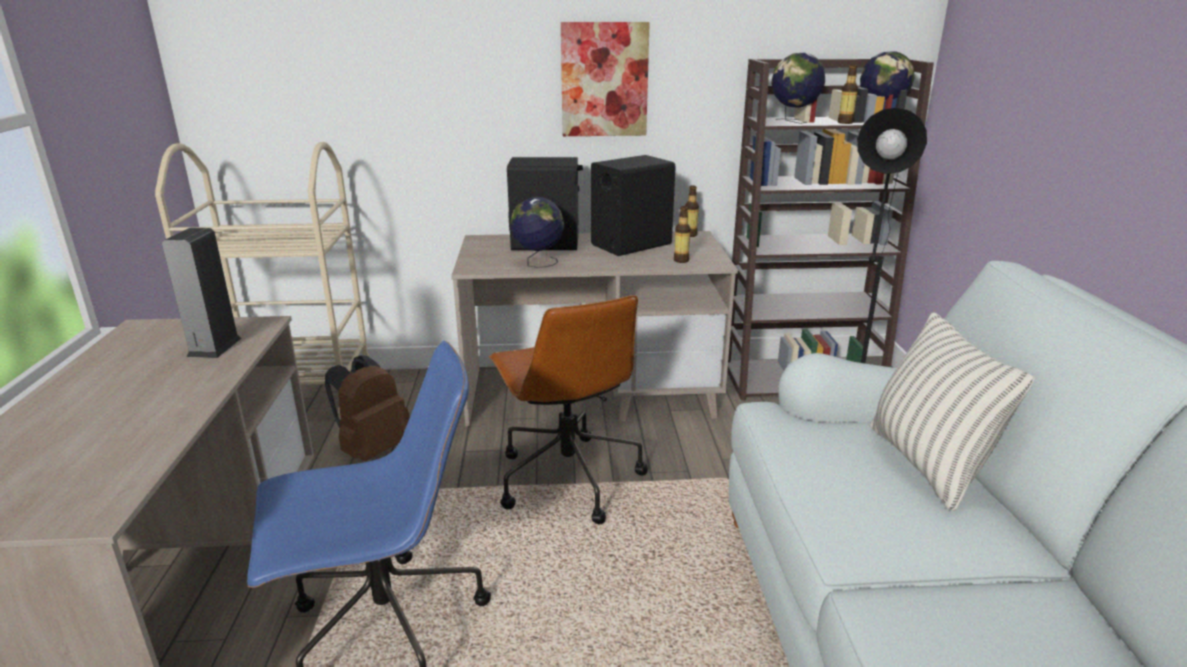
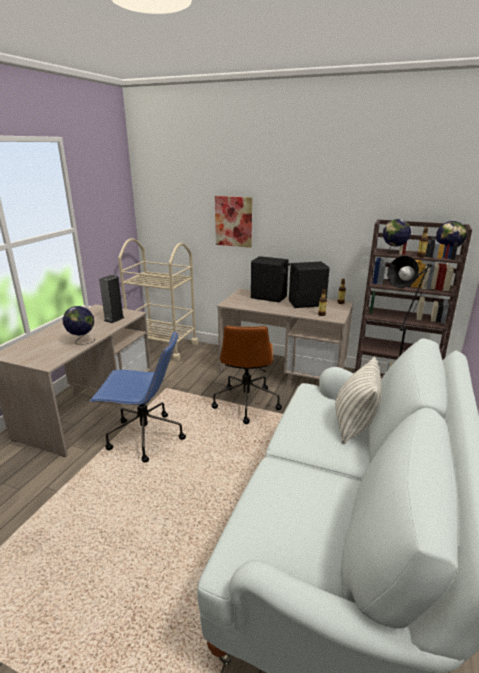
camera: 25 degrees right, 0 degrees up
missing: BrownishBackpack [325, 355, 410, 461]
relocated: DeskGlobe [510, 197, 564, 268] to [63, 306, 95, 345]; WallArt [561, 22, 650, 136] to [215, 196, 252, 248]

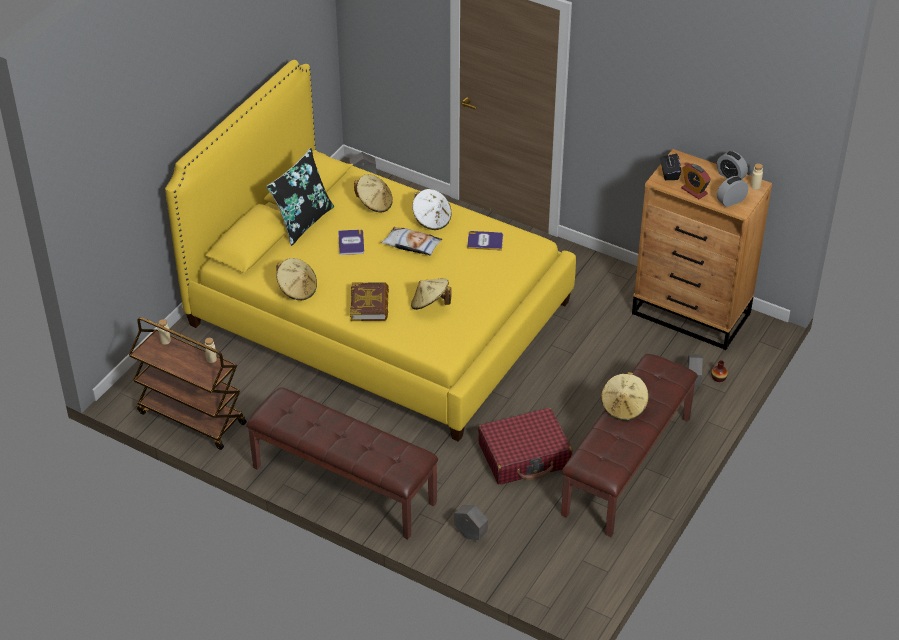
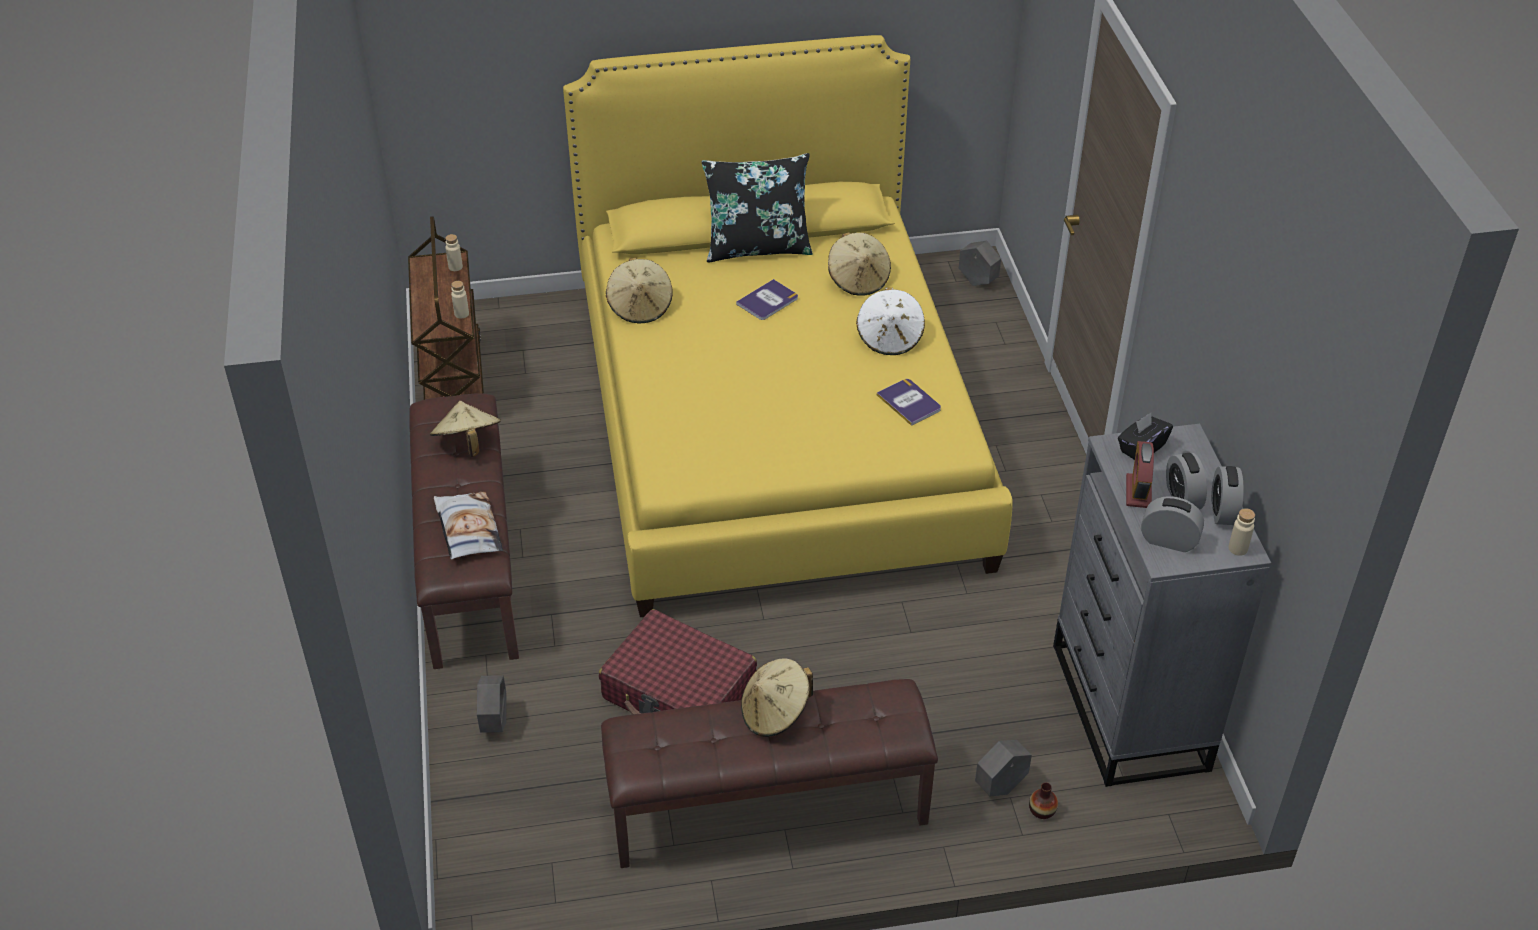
camera: 50 degrees right, 0 degrees up
missing: Volume [350, 282, 389, 321]
appeared: AlarmClock [1166, 453, 1207, 510]
relocated: Cushion [381, 227, 442, 256] to [434, 491, 503, 559]; SandColouredHat [411, 278, 452, 310] to [430, 401, 501, 457]
colour: BrownishDresser [632, 149, 772, 350] to GreyDresser [1053, 424, 1271, 787]

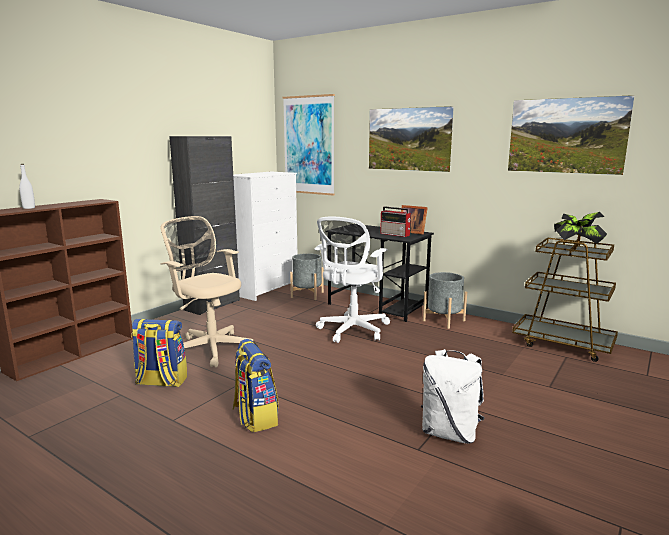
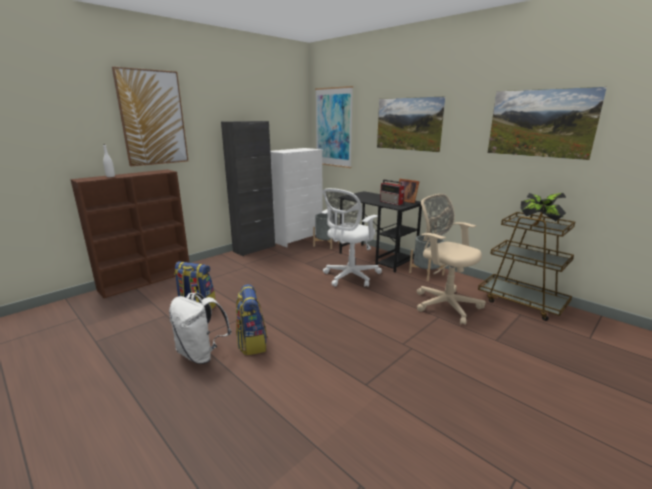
camera: 10 degrees right, 5 degrees up
appeared: WallArt [112, 67, 188, 166]
relocated: SandColouredDeskChair [160, 216, 253, 368] to [417, 194, 486, 325]; WhitishBackpack [421, 349, 485, 444] to [169, 292, 231, 364]

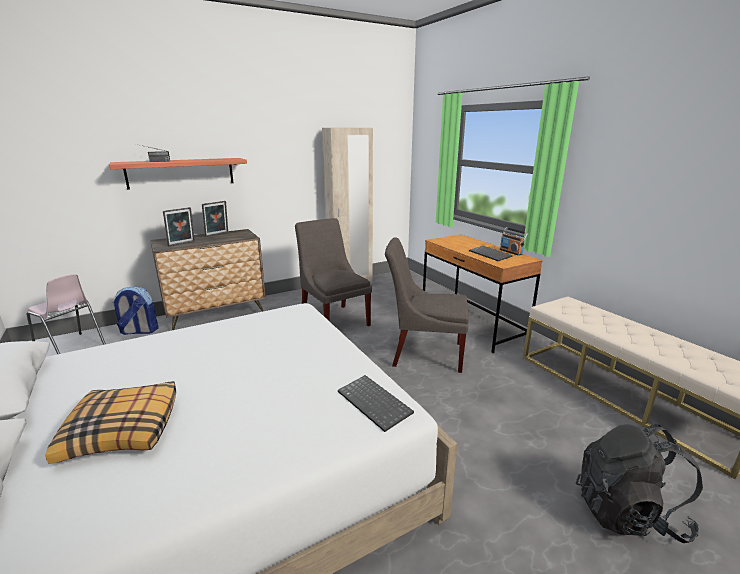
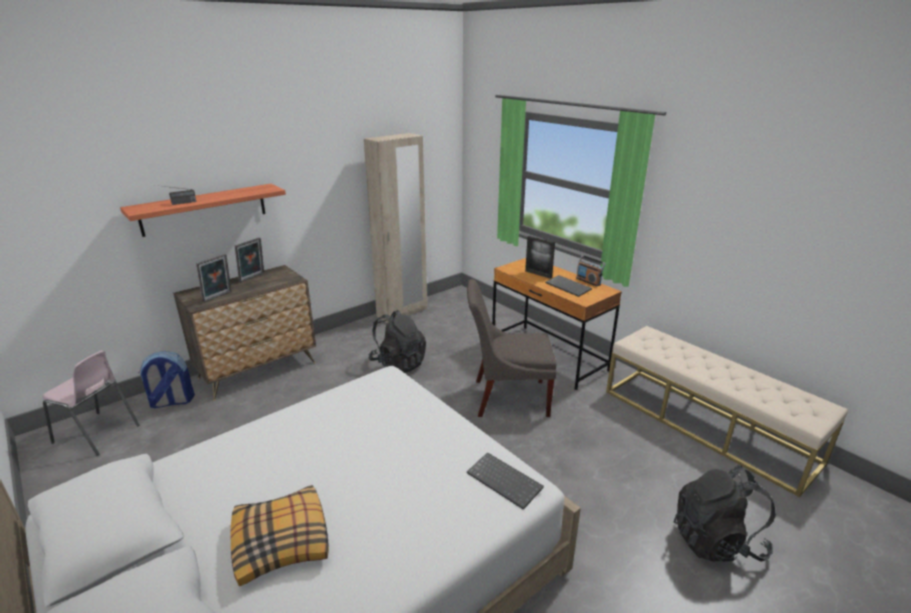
camera: 10 degrees left, 5 degrees up
appeared: PictureFrame [525, 236, 555, 279]
exchanged: GreyPlainChair [295, 218, 372, 326] to BlackColouredBackpack [369, 310, 426, 373]

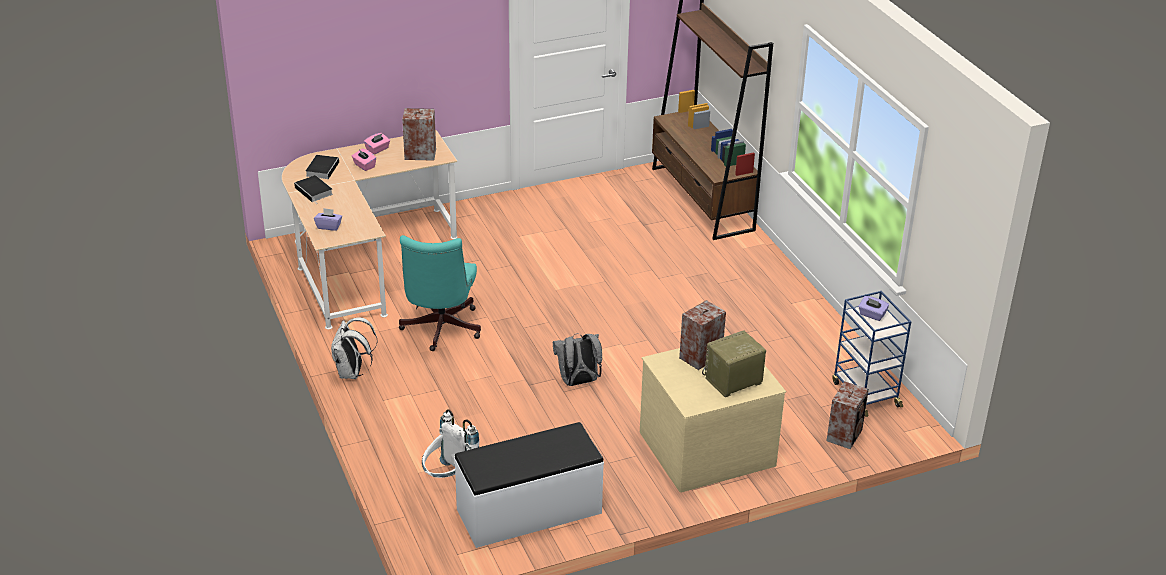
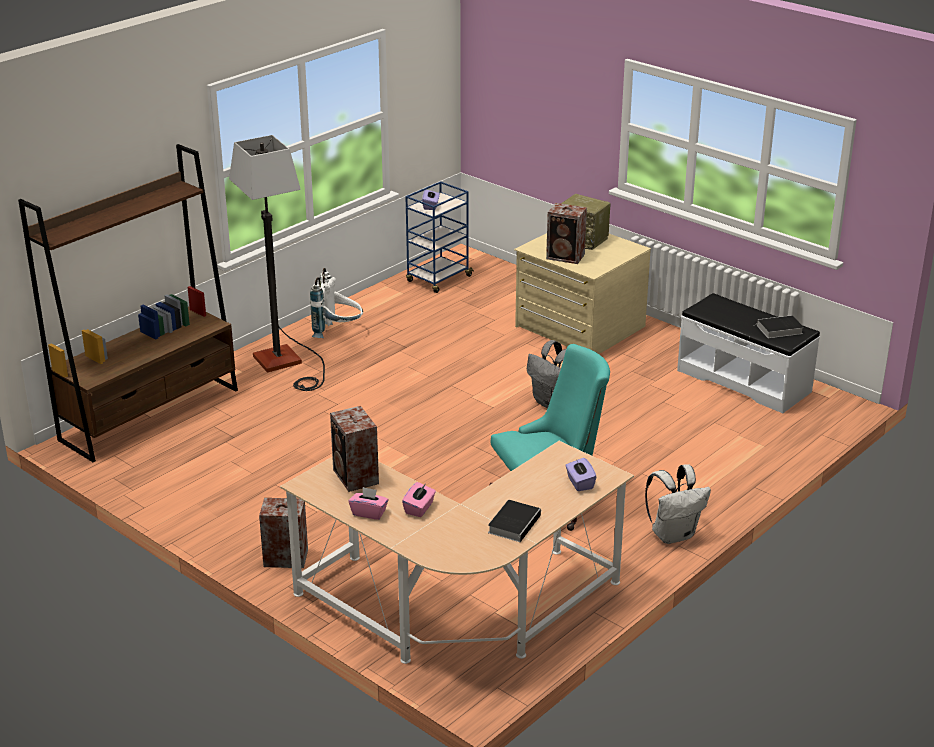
camera: 115 degrees left, 5 degrees down
appeared: StandingLamp [229, 135, 325, 391]
relocated: Volume [305, 155, 340, 179] to [755, 315, 804, 338]; WhitishBackpack [422, 409, 479, 478] to [310, 268, 363, 338]; Loudspeaker [826, 381, 869, 449] to [259, 498, 308, 568]

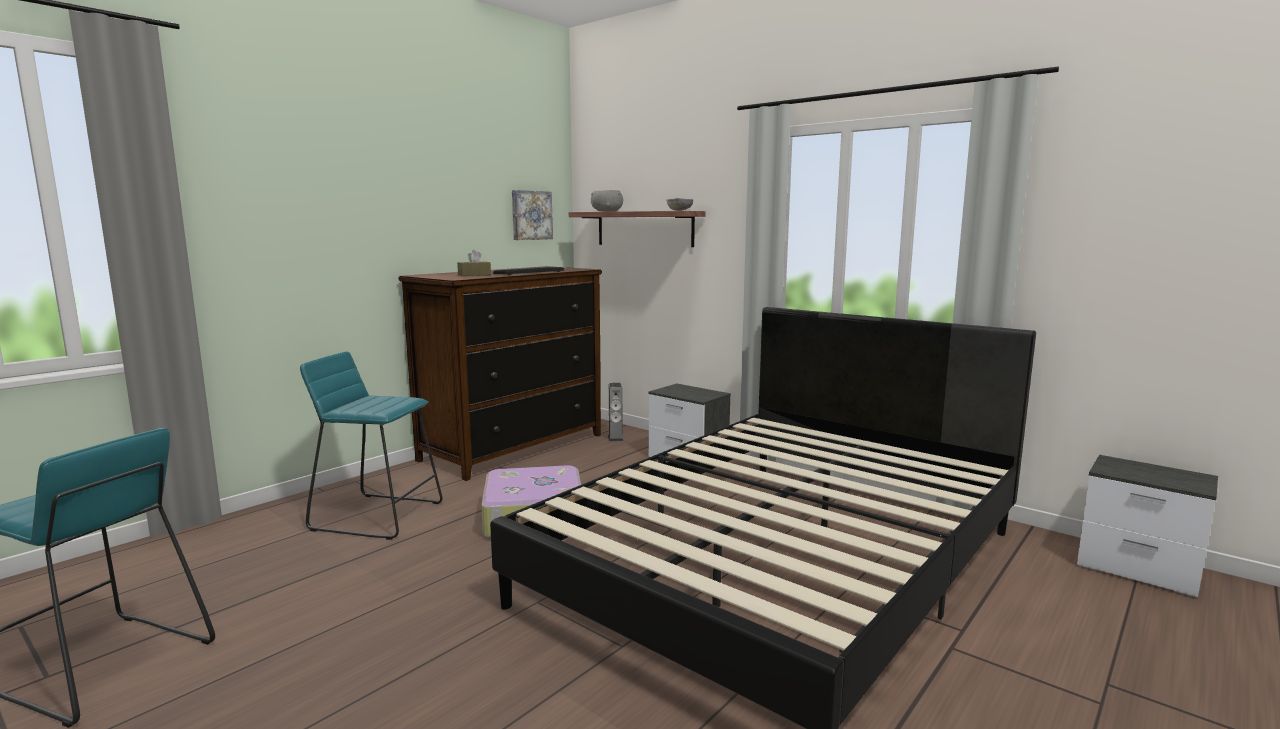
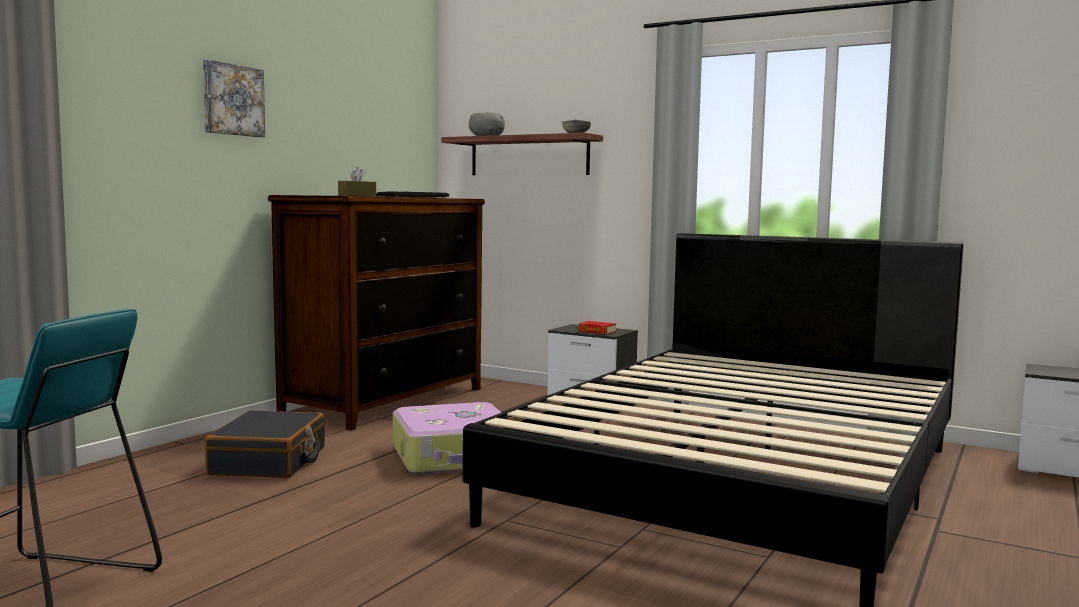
camera: 10 degrees left, 5 degrees down
missing: Loudspeaker [608, 383, 623, 441]
appeared: Volume [578, 321, 616, 334]
relocated: WallArt [512, 190, 553, 240] to [203, 60, 265, 137]
exchanged: BlueGreenStool [300, 351, 443, 540] to BlackColouredPieceOfLuggage [205, 410, 325, 478]

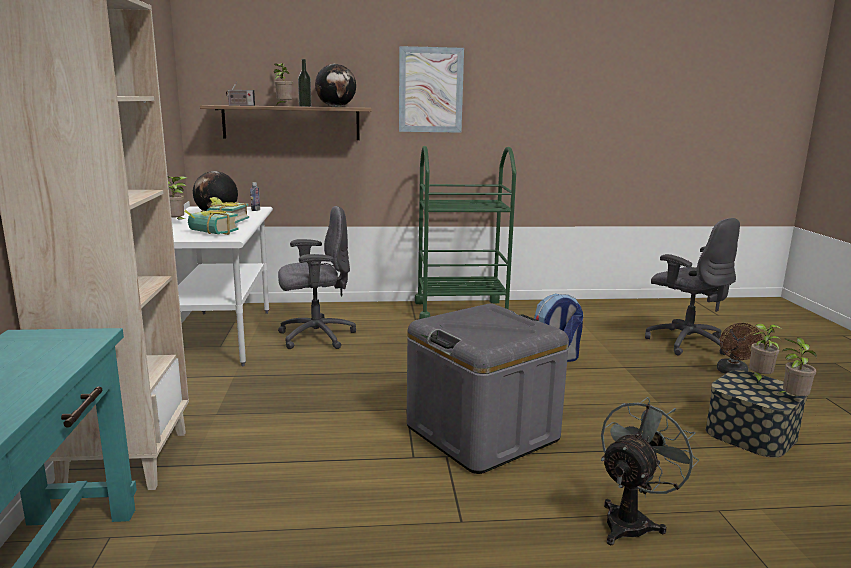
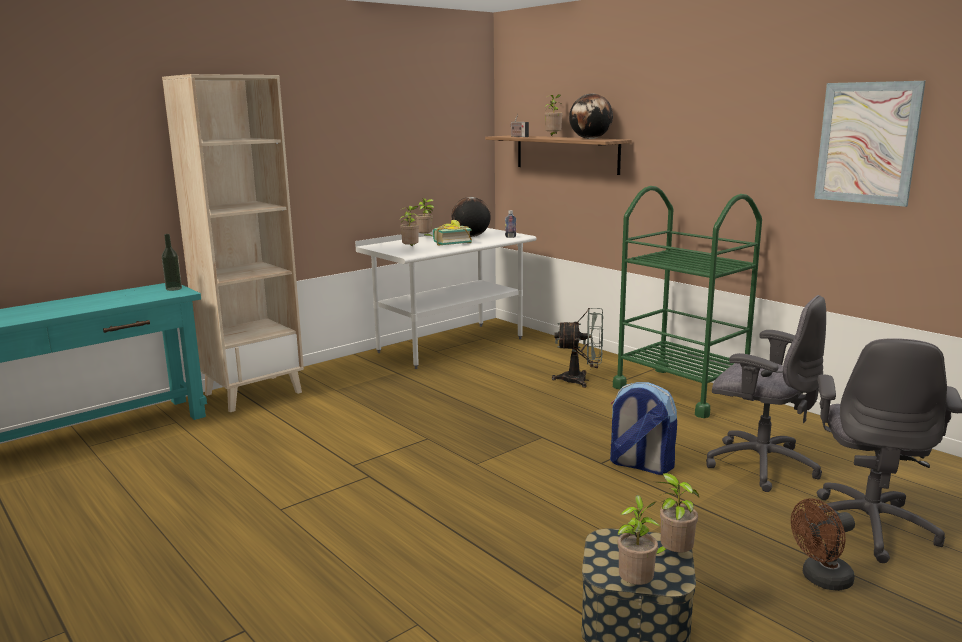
camera: 55 degrees right, 0 degrees up
missing: GreyStorageBin [407, 303, 569, 474]
relocated: GreyDeskChair [278, 206, 356, 349] to [706, 295, 826, 492]; DrinkBottle [298, 59, 311, 107] to [162, 234, 182, 291]; WallArt [399, 46, 464, 133] to [814, 81, 926, 207]; GreyFan [601, 397, 699, 545] to [552, 308, 603, 388]
exchanged: Volume [184, 209, 239, 235] to PlantInAPot [400, 206, 419, 247]

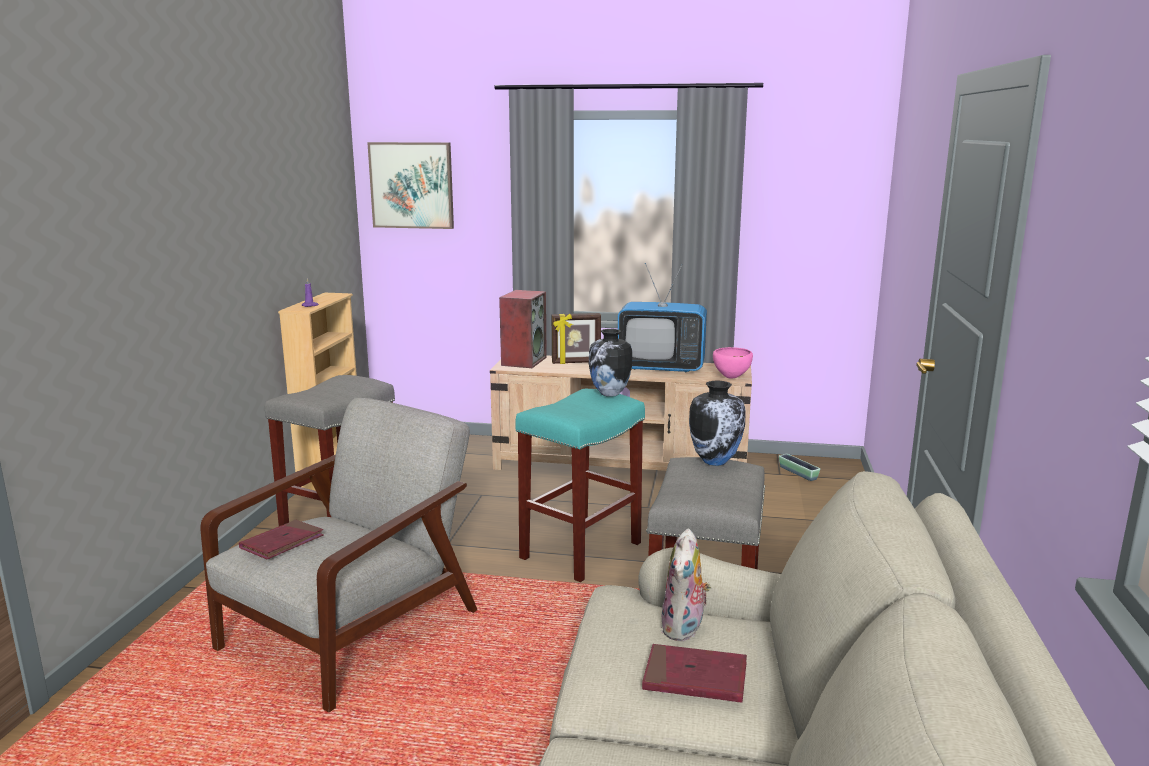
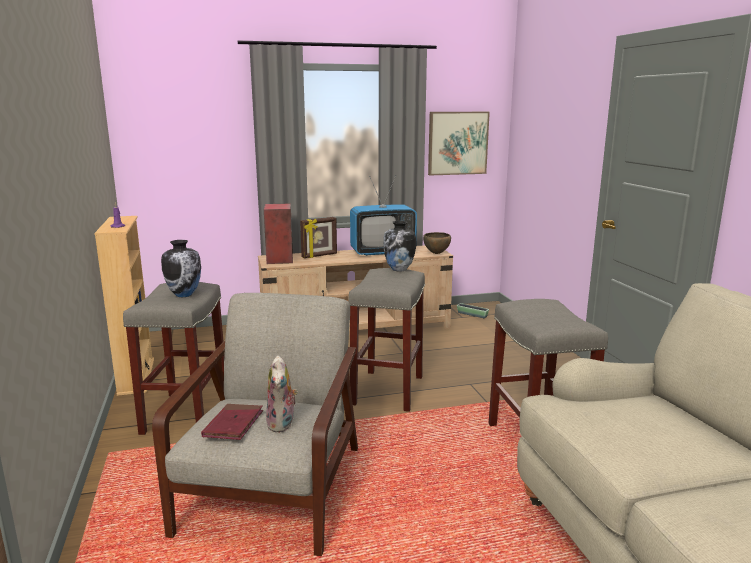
camera: 25 degrees left, 0 degrees up
missing: RedColouredVolume [642, 644, 747, 702]
relocated: WallArt [367, 142, 454, 229] to [428, 112, 490, 176]; SoftToy [661, 528, 711, 641] to [266, 355, 298, 433]; DecorativeVase [689, 381, 746, 466] to [161, 240, 201, 297]
colour: BlueGreenStool [515, 389, 645, 582] to GreyStool [348, 268, 425, 412]; PinkishBowl [713, 347, 753, 379] to BrownishBowl [423, 232, 451, 254]

